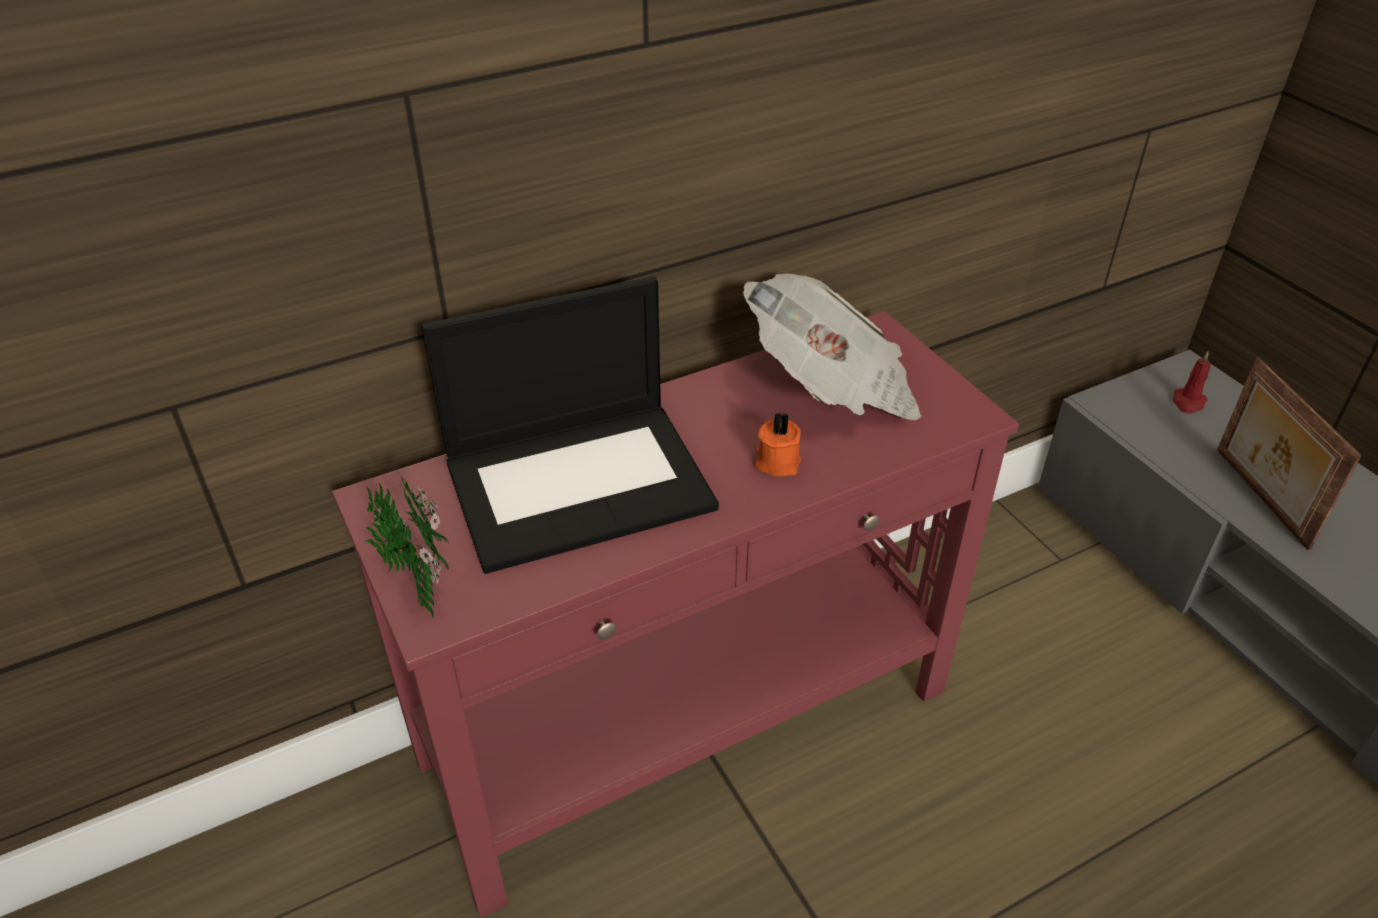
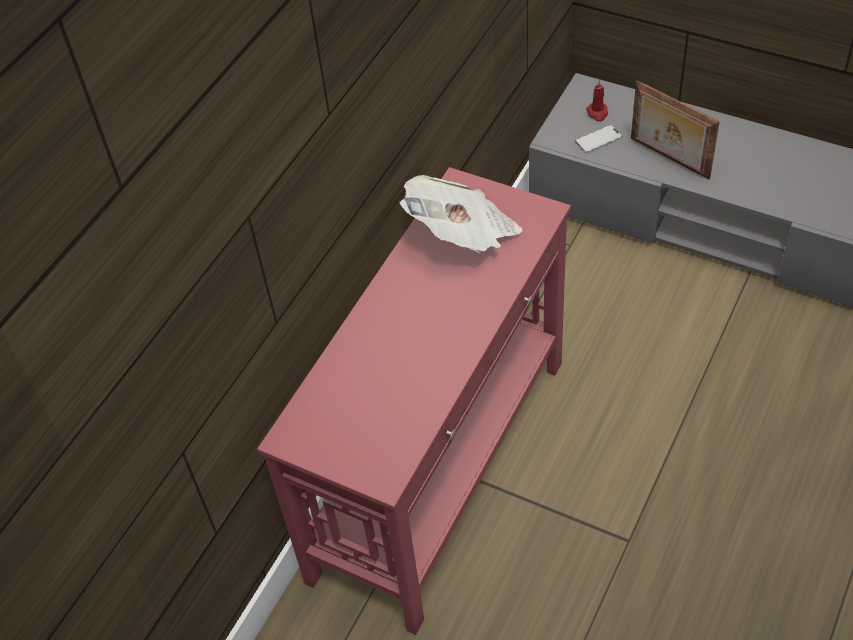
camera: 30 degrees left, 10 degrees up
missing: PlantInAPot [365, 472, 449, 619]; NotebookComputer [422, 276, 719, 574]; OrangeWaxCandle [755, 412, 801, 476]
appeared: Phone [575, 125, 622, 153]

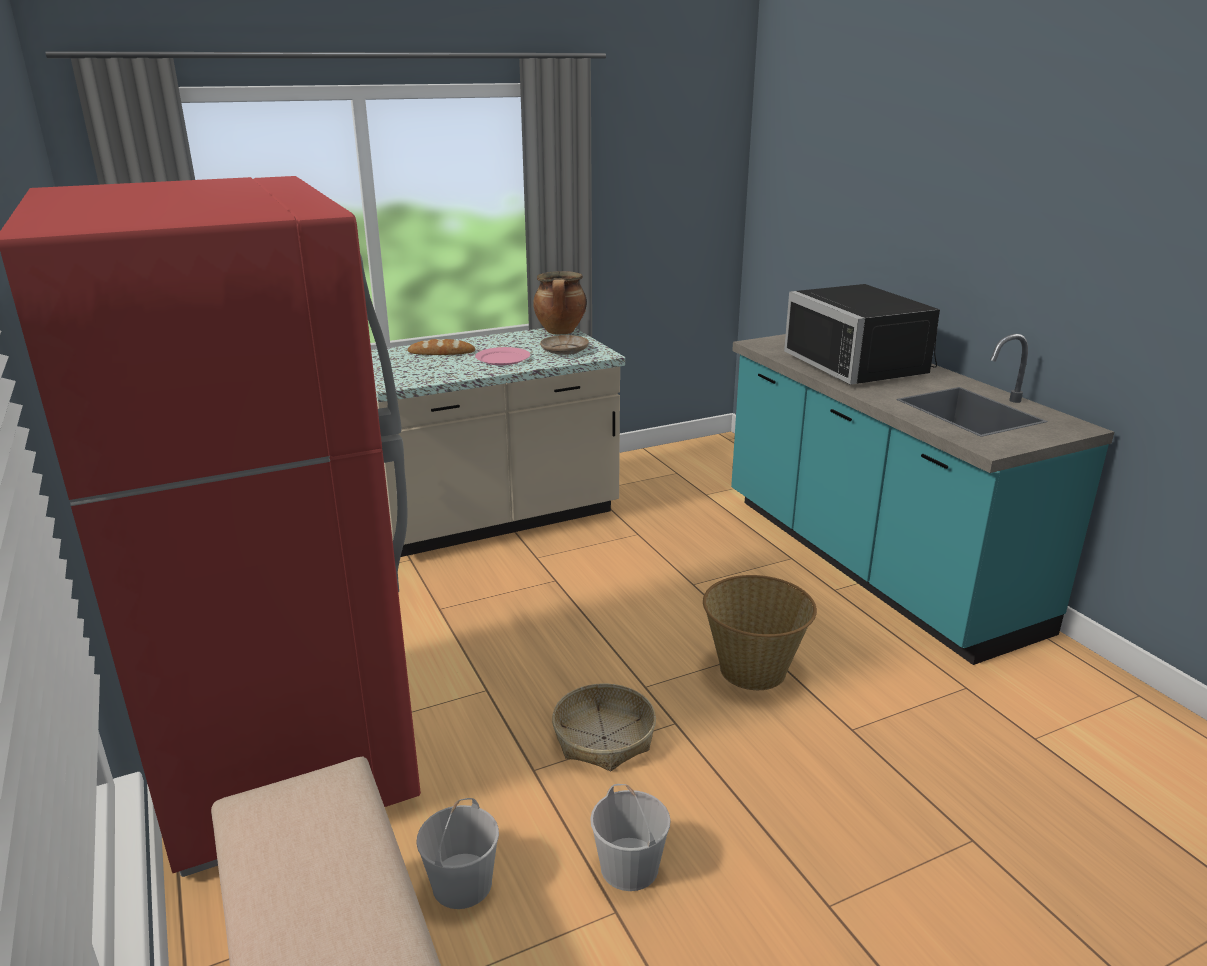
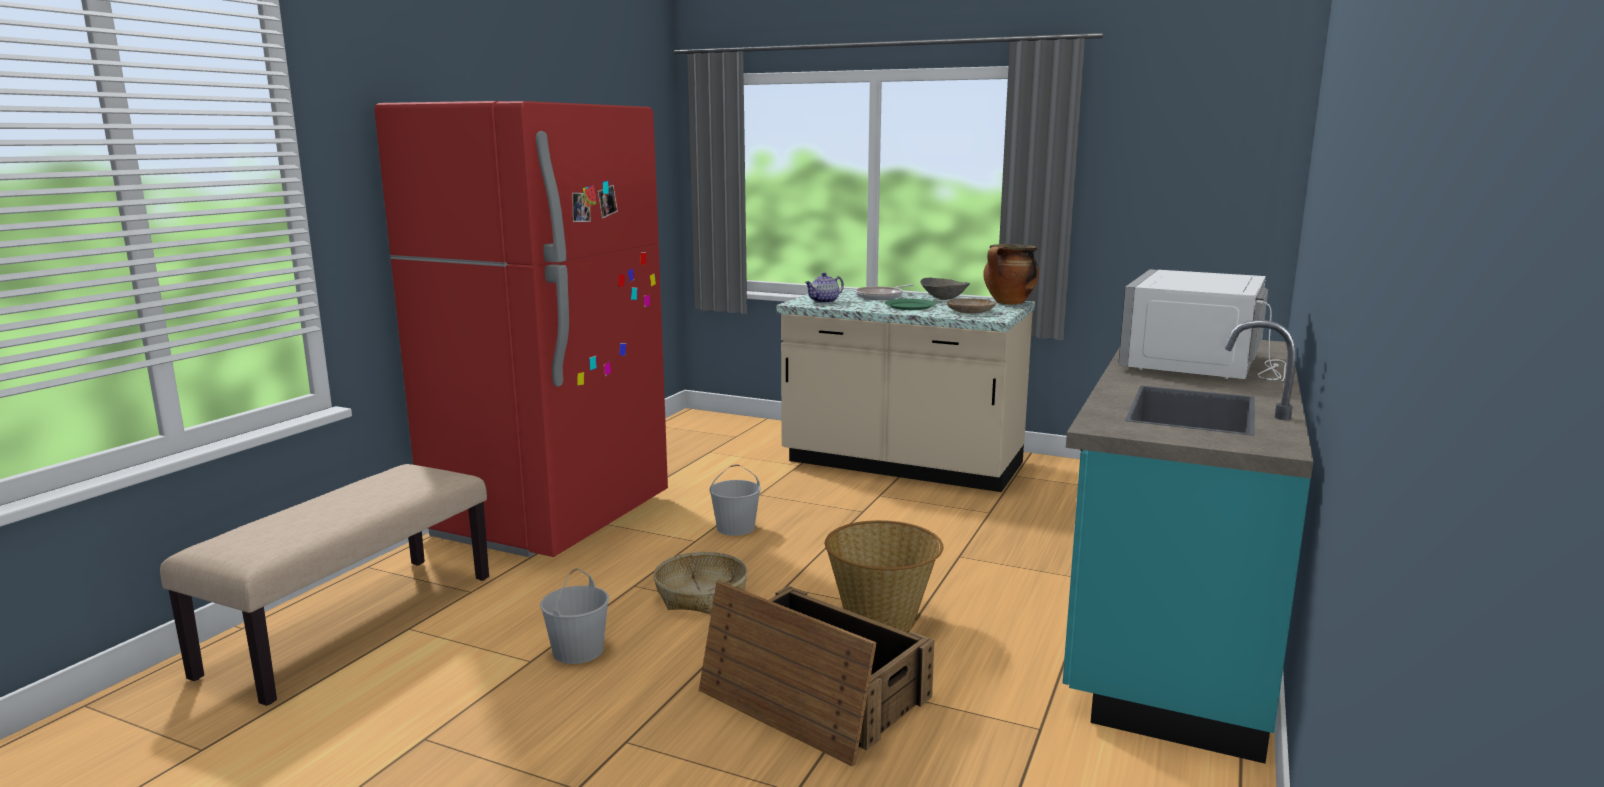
camera: 50 degrees right, 10 degrees down
appeared: ShippingCrate [699, 582, 934, 766]; TeaPot [805, 273, 844, 303]; GreyBowl [920, 278, 970, 300]
relocated: WhitishPail [416, 798, 499, 909] to [709, 464, 761, 536]
exchanged: BakeryBread [408, 339, 475, 355] to Skillet [855, 284, 914, 300]
colour: PinkishPlate [475, 347, 530, 365] to GreenPlate [885, 299, 936, 310]; BlackColouredMicrowaveOven [784, 284, 940, 385] to WhitishMicrowaveOven [1118, 269, 1286, 381]

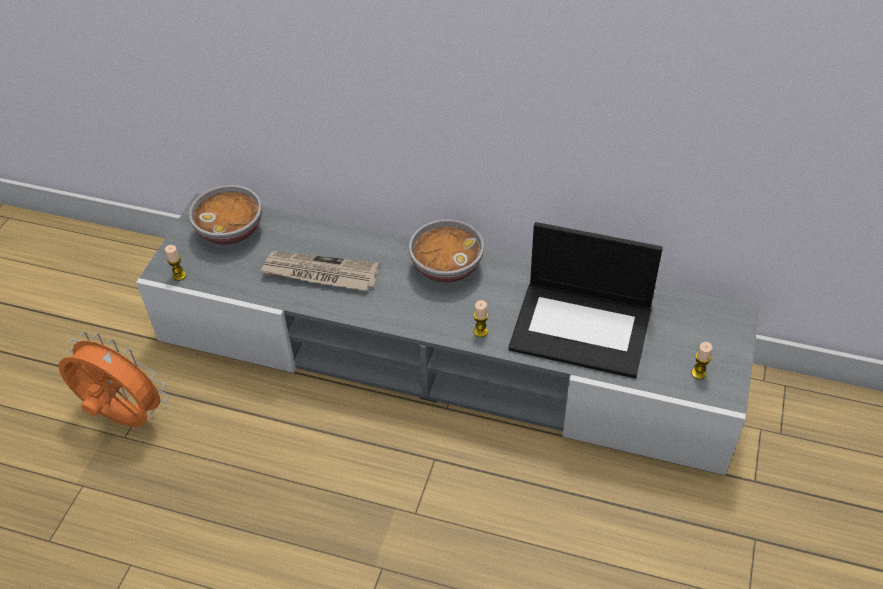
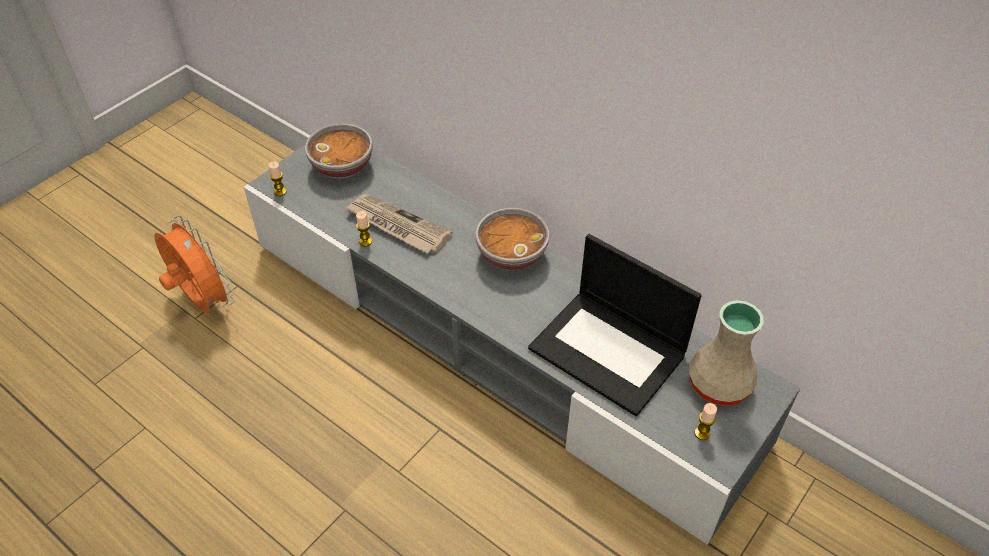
camera: 20 degrees right, 0 degrees up
appeared: SandColouredDecorativeVase [689, 300, 764, 406]
relocated: WaxCandle [474, 300, 488, 337] to [356, 211, 372, 246]

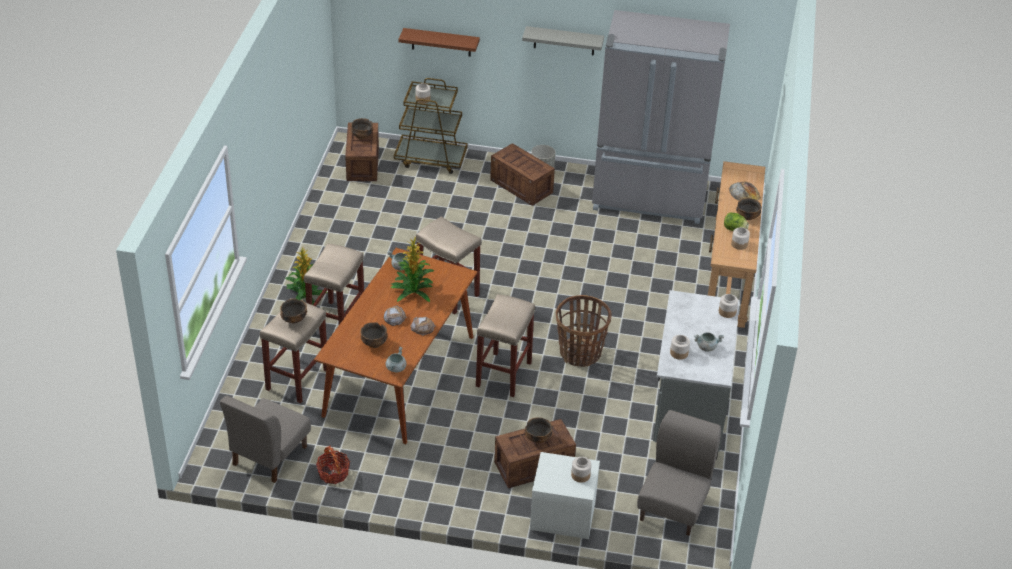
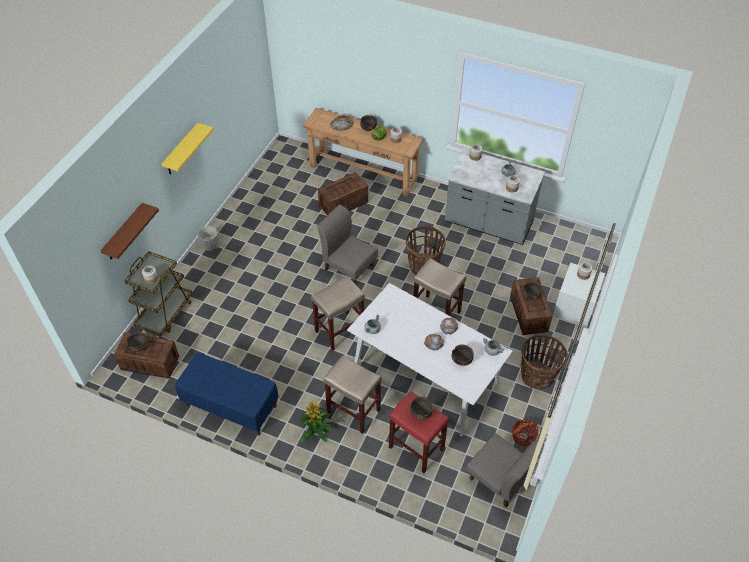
camera: 75 degrees left, 10 degrees up
missing: PlantInAPot [390, 236, 434, 302]; GreyRefrigerator [592, 10, 730, 224]
appeared: BlueIndoorBench [175, 353, 279, 435]; HouseholdBasket [521, 334, 568, 389]
relocated: ShippingCrate [490, 143, 555, 206] to [318, 172, 368, 216]; GreyPlainChair [637, 410, 721, 536] to [318, 205, 378, 284]
colour: SandColouredStool [260, 298, 327, 403] to RedColouredStool [389, 391, 449, 473]; BrownishKitchenTable [314, 248, 478, 444] to WhitishKitchenTable [347, 283, 513, 437]; GreyShelf [522, 26, 604, 56] to YellowishShelf [161, 123, 214, 174]

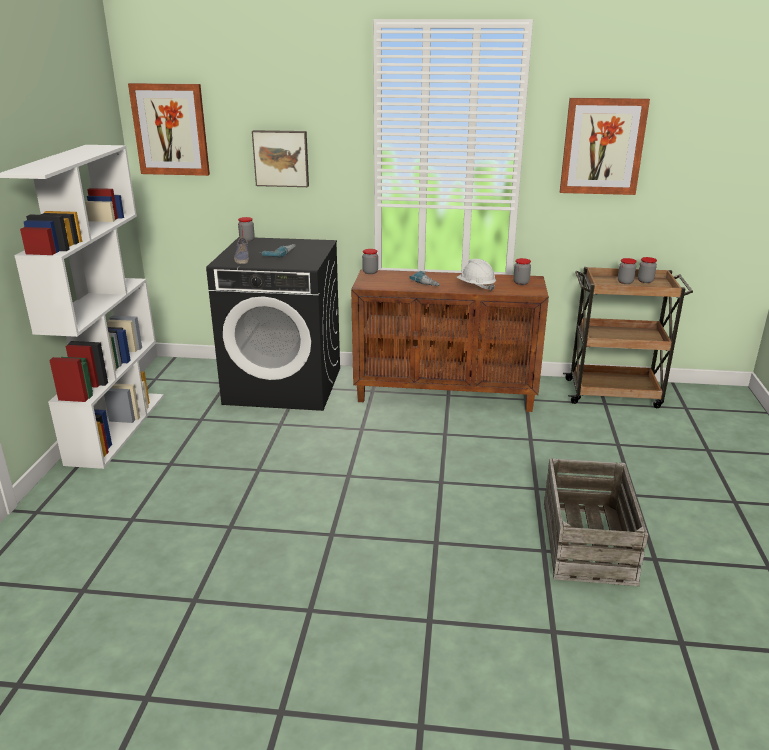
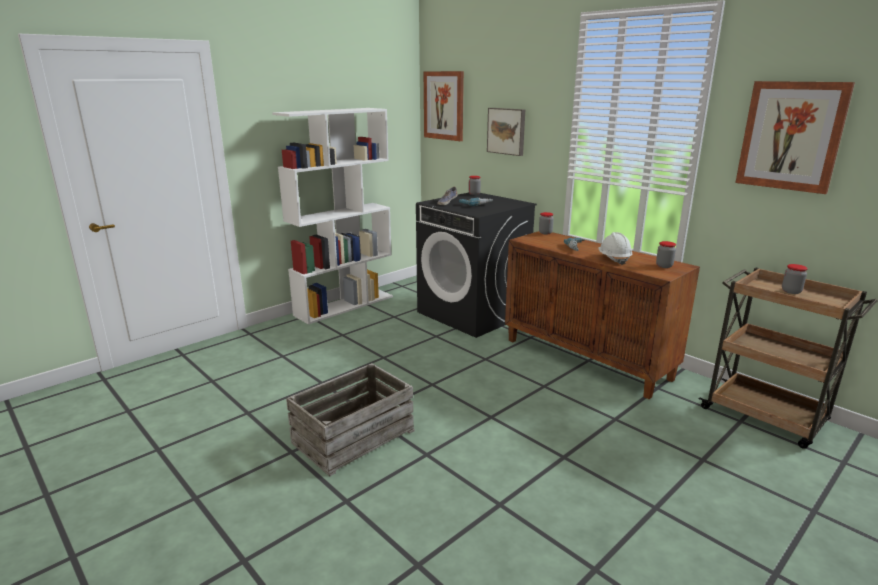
camera: 40 degrees right, 5 degrees down
missing: StorageJar [638, 257, 657, 283]
relocated: ShippingCrate [544, 458, 648, 586] to [286, 363, 415, 477]

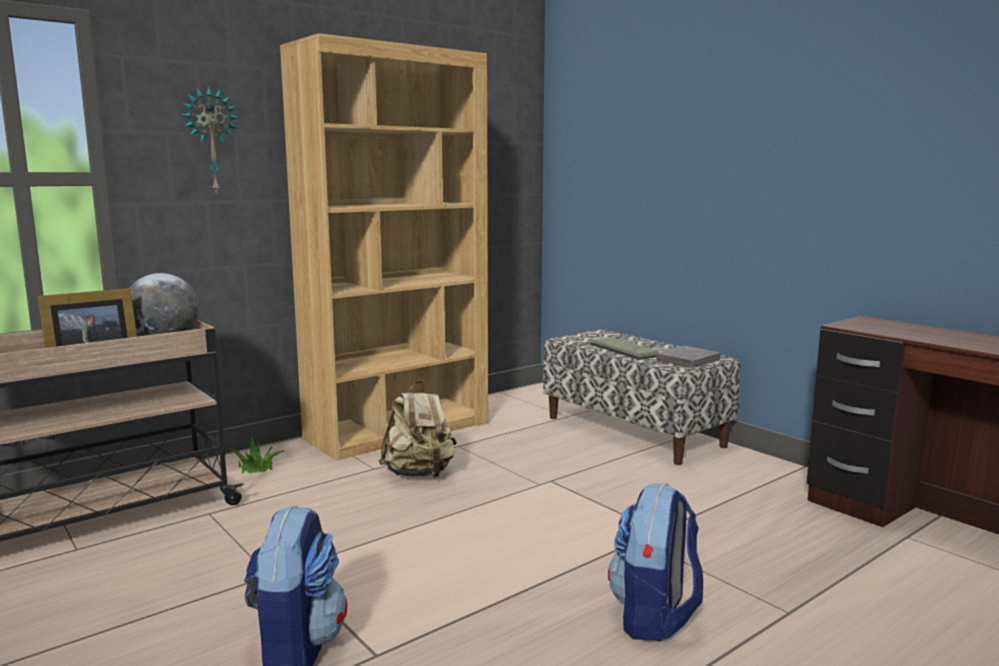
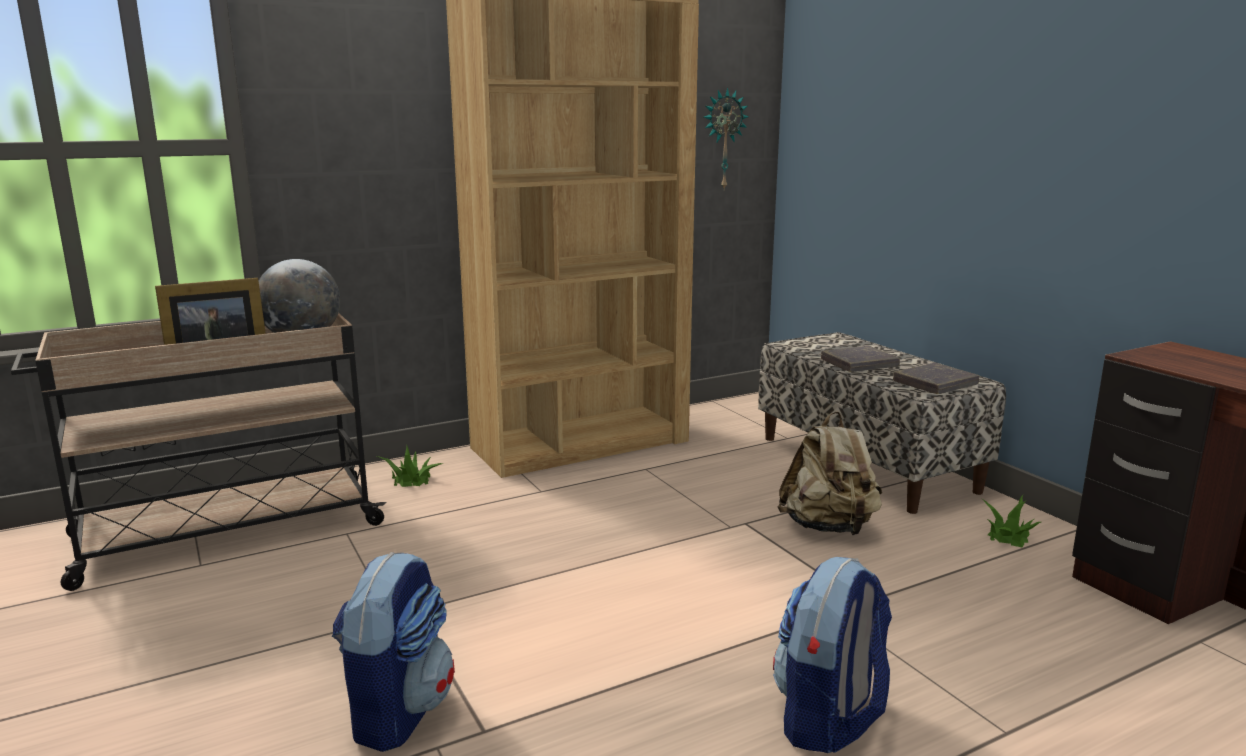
camera: 10 degrees right, 5 degrees up
appeared: PlantInAPot [982, 495, 1041, 547]
relocated: WallClock [181, 85, 239, 194] to [704, 87, 749, 189]; SandColouredBackpack [379, 381, 457, 478] to [778, 411, 882, 535]
exchanged: Keyboard [590, 337, 658, 360] to GreyVolume [821, 346, 900, 372]

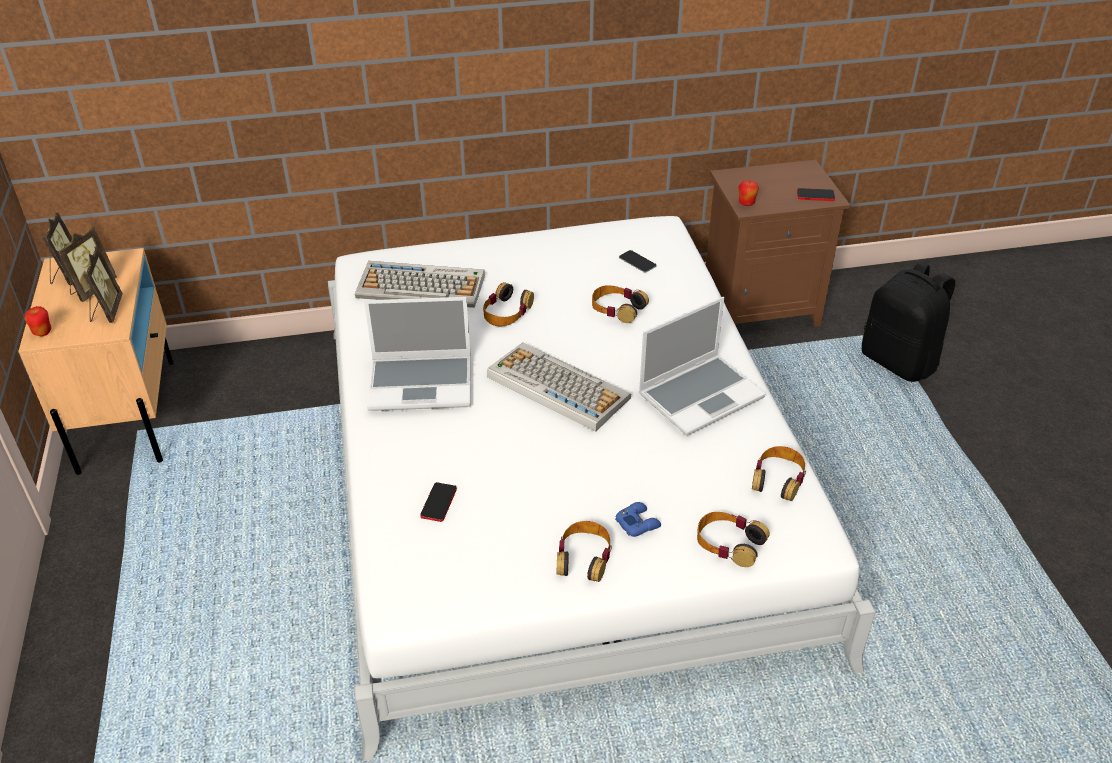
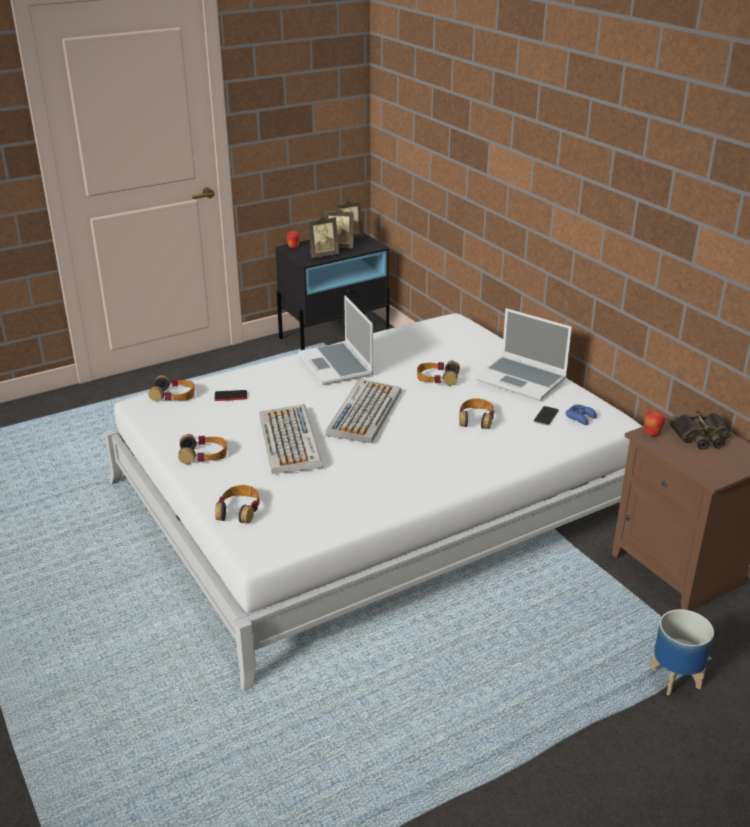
camera: 70 degrees right, 10 degrees down
missing: Phone [797, 188, 835, 201]
appeared: Binoculars [670, 413, 731, 450]
relocated: Keyboard [355, 261, 485, 308] to [259, 404, 323, 474]; BlueJoypad [615, 502, 661, 537] to [565, 404, 597, 425]; NotebookComputer [639, 297, 766, 436] to [475, 308, 572, 400]; Headphones [752, 446, 806, 501] to [148, 375, 195, 402]
exchanged: BlackColouredBackpack [862, 261, 955, 382] to Planter [651, 609, 714, 696]
colour: SandColouredNightstand [18, 248, 173, 475] to BlackColouredNightstand [275, 233, 390, 350]

